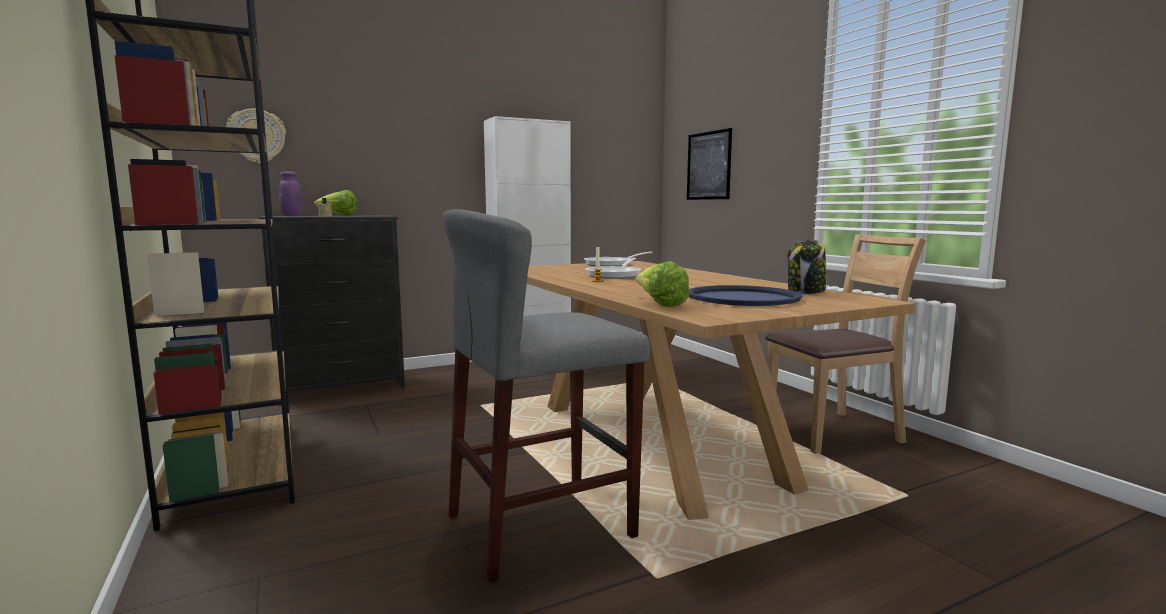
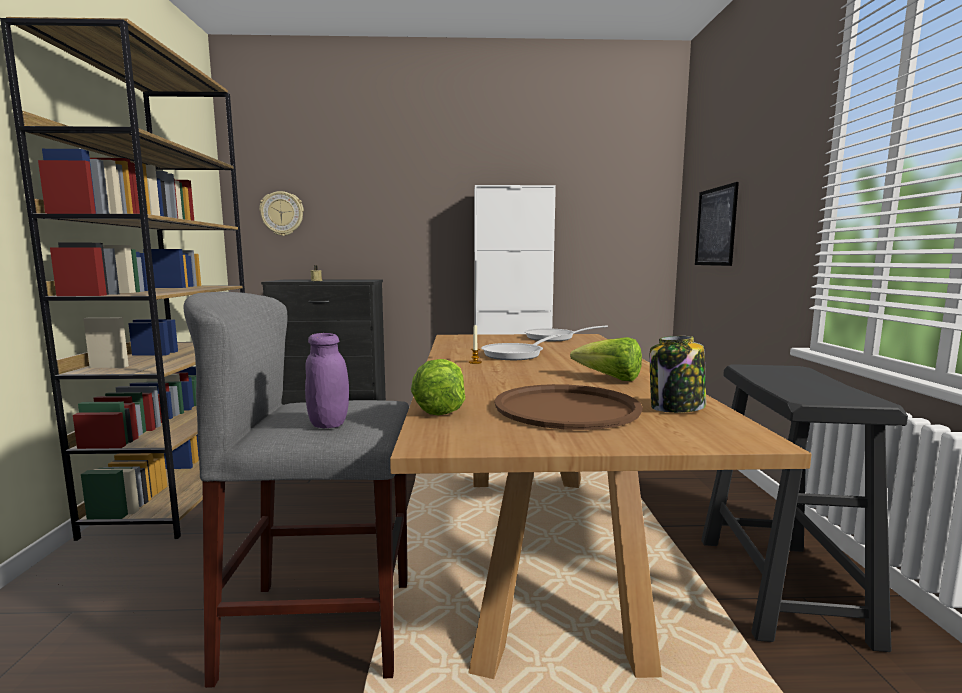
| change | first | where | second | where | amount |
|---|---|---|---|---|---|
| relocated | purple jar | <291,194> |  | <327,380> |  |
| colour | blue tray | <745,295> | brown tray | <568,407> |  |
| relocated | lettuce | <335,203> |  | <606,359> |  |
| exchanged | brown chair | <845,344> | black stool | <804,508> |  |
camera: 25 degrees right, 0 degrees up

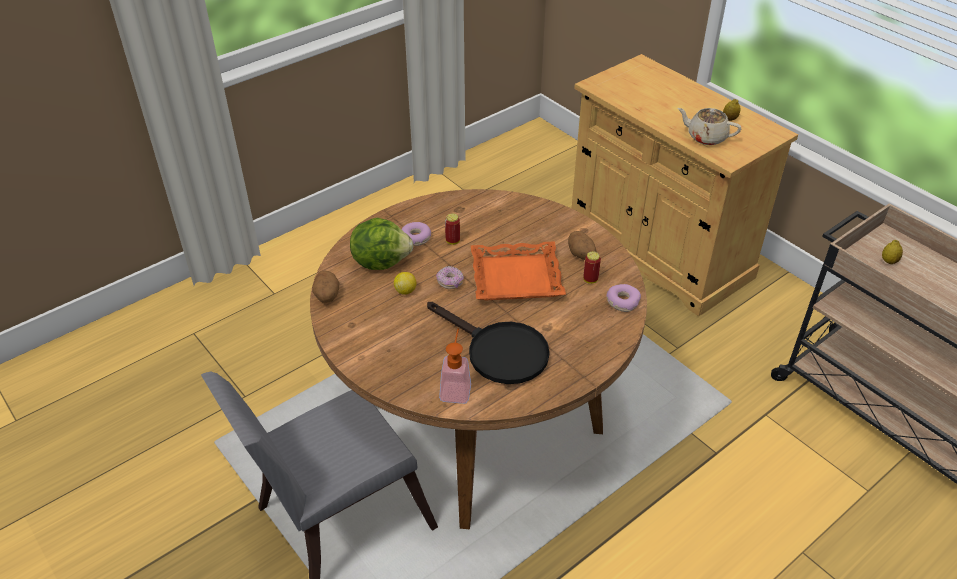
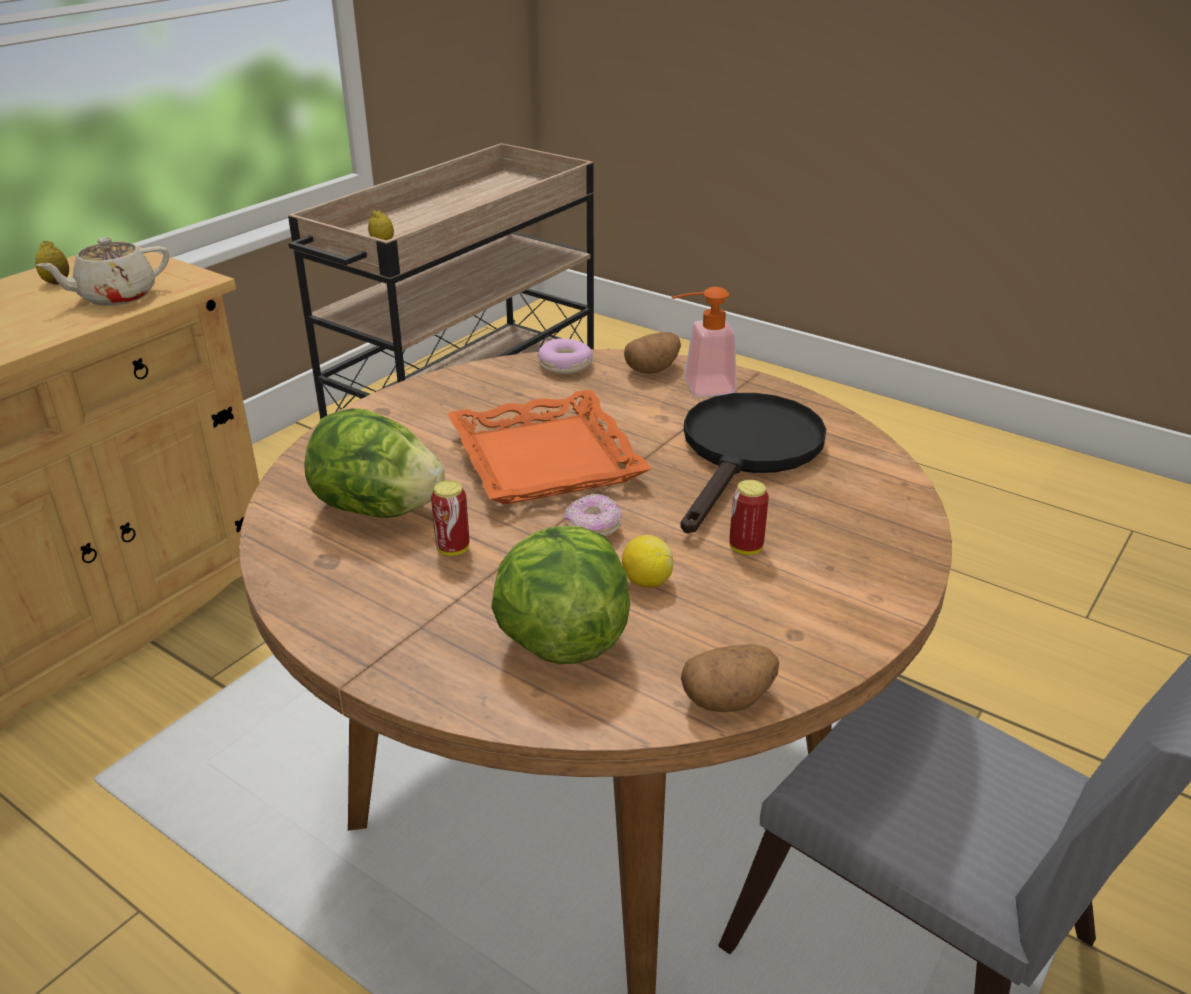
| change | first | where | second | where | amount |
|---|---|---|---|---|---|
| spun | beige teapot | <709,126> |  | <102,271> | 45 degrees clockwise |
| appeared |  |  | lettuce | <374,463> |  |
| relocated | potato | <582,245> |  | <652,353> |  |
| relocated | soap dispenser | <455,366> |  | <704,342> |  |
| relocated | can | <592,267> |  | <749,517> |  |
| missing | donut | <416,234> |  |  |  |
camera: 105 degrees left, 10 degrees down

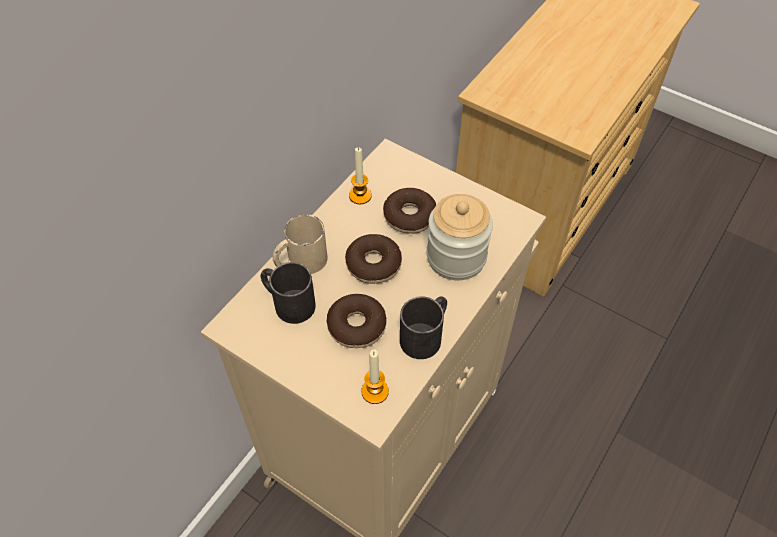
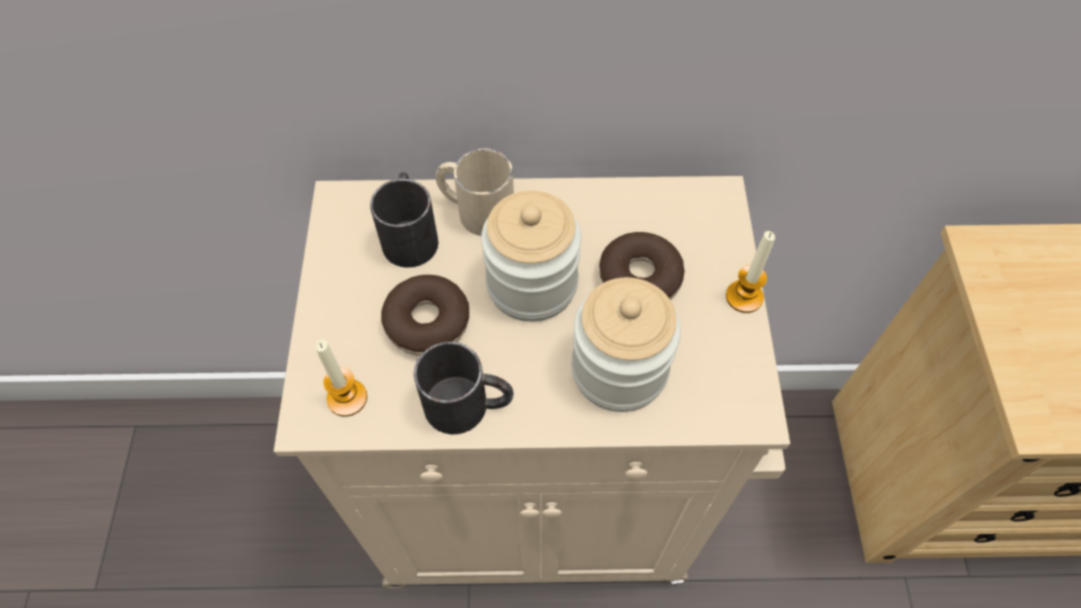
| change | first | where | second | where | amount |
|---|---|---|---|---|---|
| exchanged | donut | <373,259> | jar | <531,256> |  |
| relocated | candle | <360,175> |  | <750,272> |  |
camera: 55 degrees right, 5 degrees up

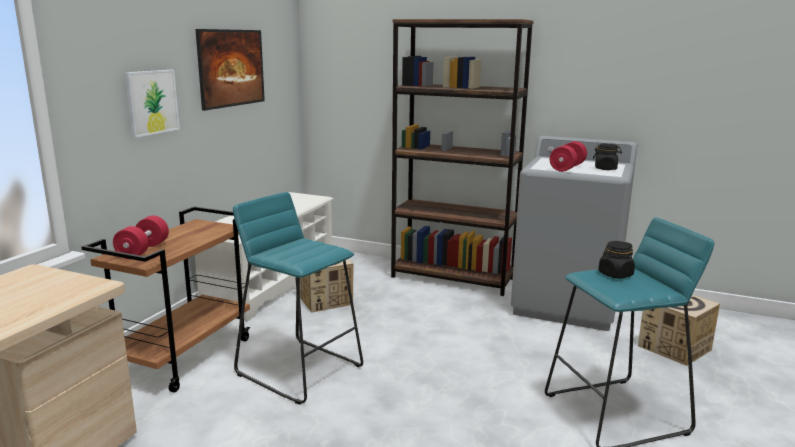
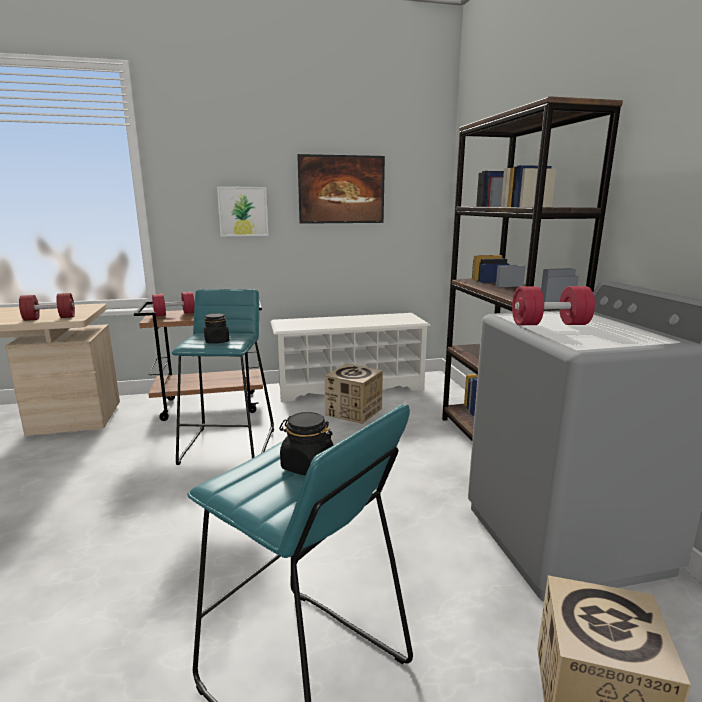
| change | first | where | second | where | amount |
|---|---|---|---|---|---|
| appeared |  |  | red dumbbell | <47,307> |  |
| relocated | black jar | <607,157> |  | <216,328> |  |
camera: 55 degrees right, 0 degrees up

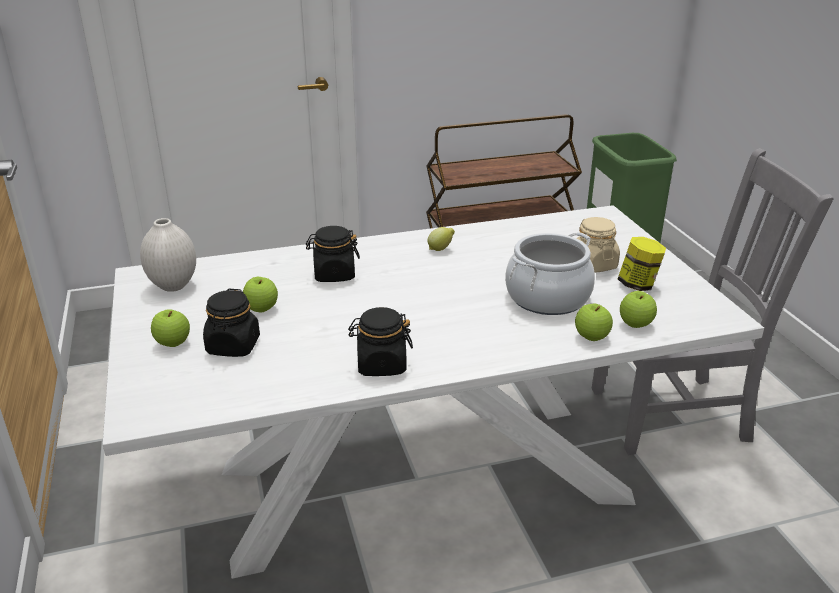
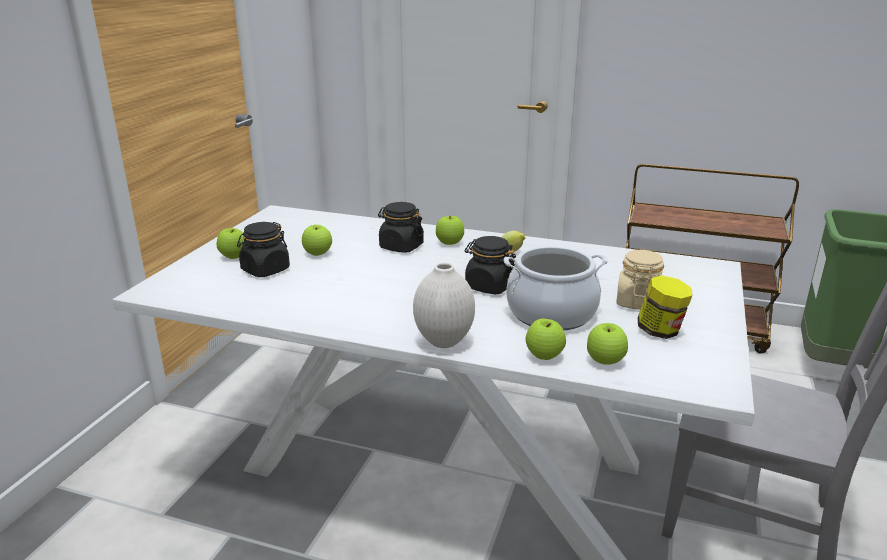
| change | first | where | second | where | amount |
|---|---|---|---|---|---|
| relocated | white vase | <168,255> |  | <444,305> |  |
| appeared |  |  | apple | <450,230> |  |
| relocated | black jar | <380,341> |  | <490,265> |  |
camera: 35 degrees right, 5 degrees down

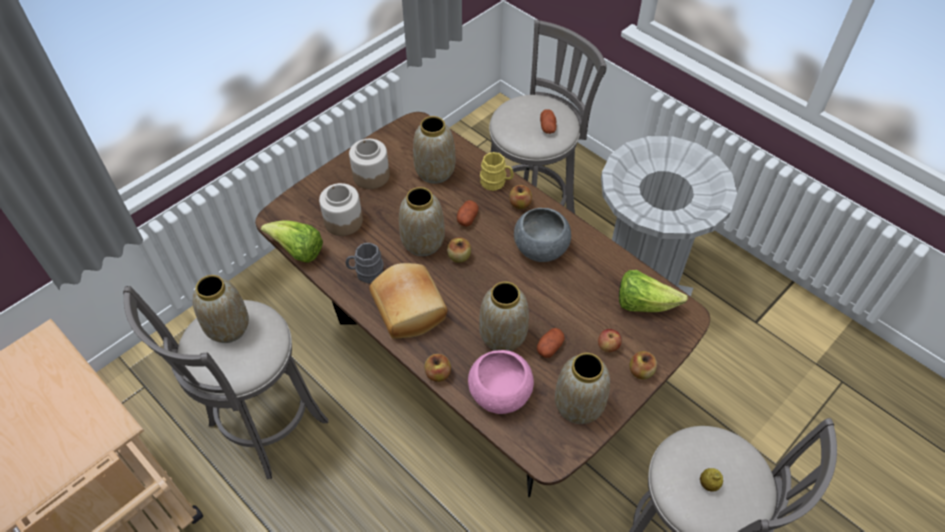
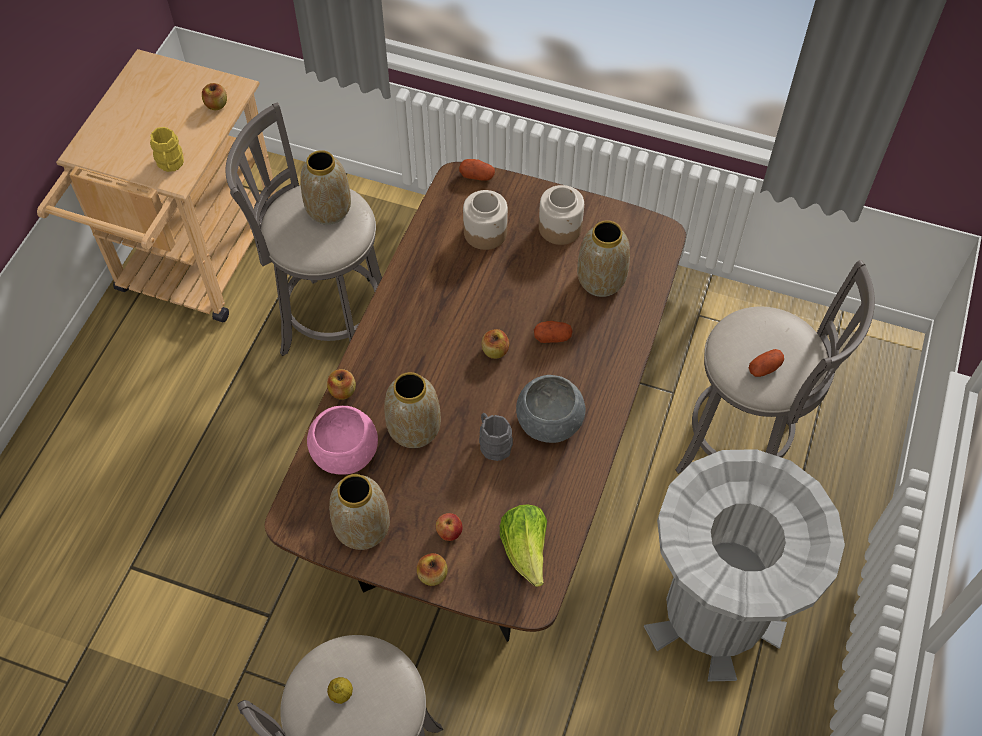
| change | first | where | second | where | amount |
|---|---|---|---|---|---|
| relocated | yellow mug | <497,171> |  | <167,149> |  |
| relocated | apple | <520,197> |  | <214,96> |  |
| relocated | potato | <551,343> |  | <477,170> |  |
| relocated | grey mug | <365,263> |  | <496,437> |  |
| missing | lettuce | <292,241> |  |  |  |
| missing | bread | <408,301> |  |  |  |
| missing | vase | <422,221> |  |  |  |
camera: 65 degrees right, 5 degrees up

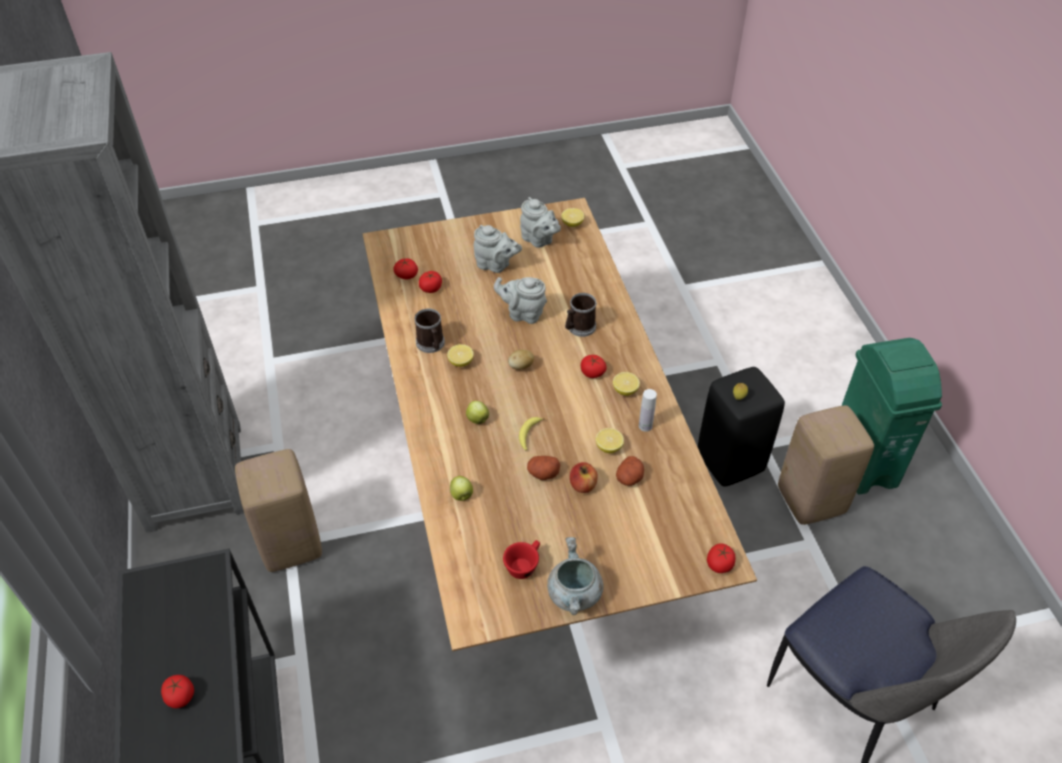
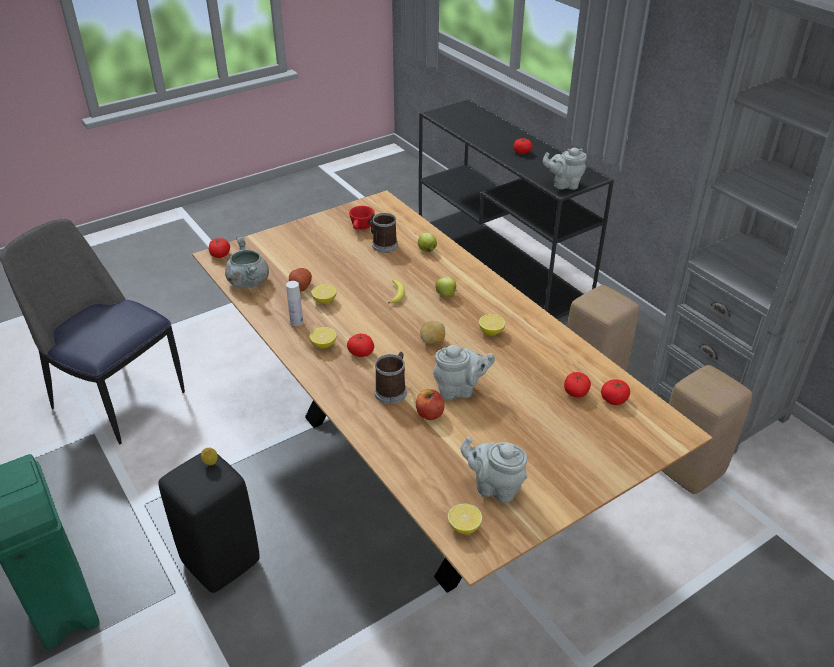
| change | first | where | second | where | amount |
|---|---|---|---|---|---|
| relocated | grey cooking pot | <575,576> |  | <247,262> |  |
| relocated | mug | <430,330> |  | <384,233> |  |
| relocated | apple | <584,477> |  | <430,404> |  |
| relocated | grey teapot | <498,249> |  | <565,169> |  |
| relocated | beige stool | <826,465> |  | <707,429> |  |
| missing | potato | <544,468> |  |  |  |
camera: 160 degrees right, 10 degrees down

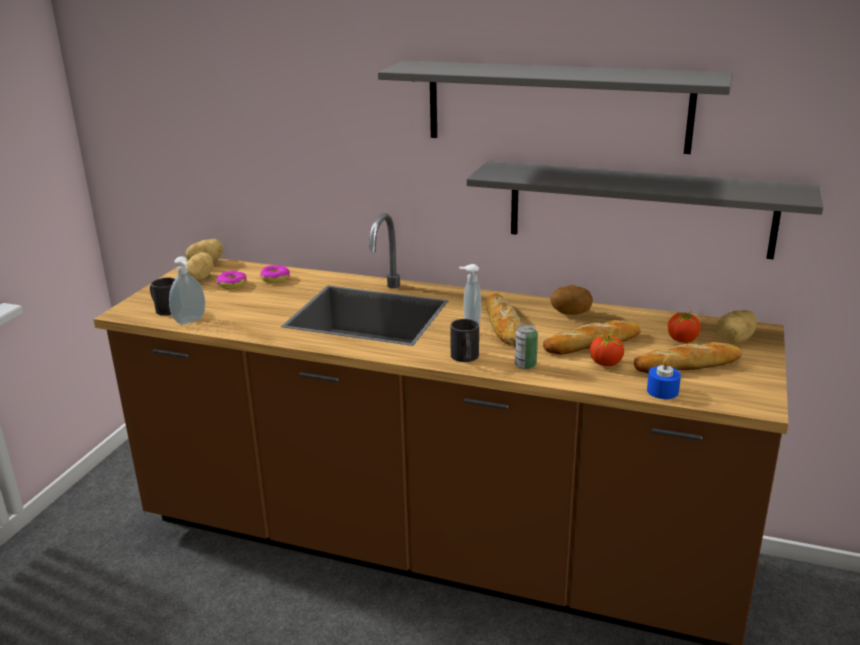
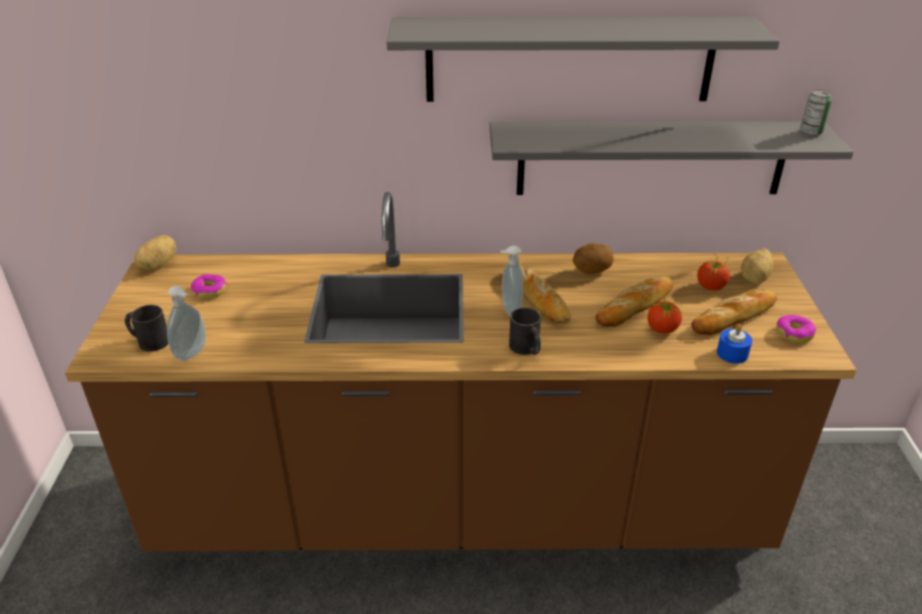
| change | first | where | second | where | amount |
|---|---|---|---|---|---|
| relocated | donut | <275,274> |  | <796,329> |  |
| relocated | can | <526,346> |  | <816,113> |  |
| missing | potato | <199,267> |  |  |  |
camera: 20 degrees left, 10 degrees up

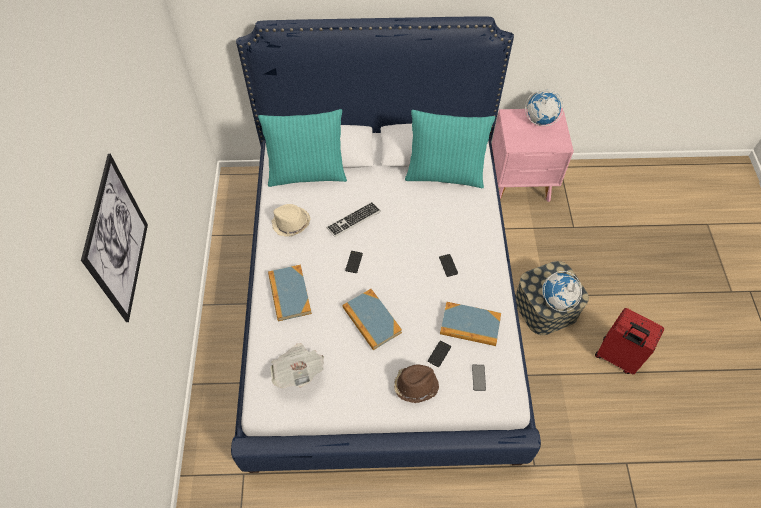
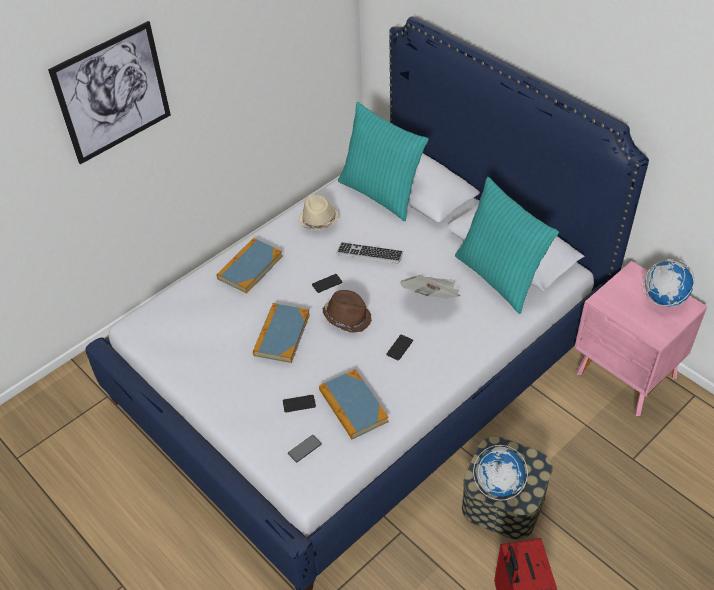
| change | first | where | second | where | amount |
|---|---|---|---|---|---|
| relocated | brown hat | <416,384> |  | <347,311> |  |
| relocated | newspaper | <297,365> |  | <430,287> |  |
camera: 50 degrees right, 10 degrees down

